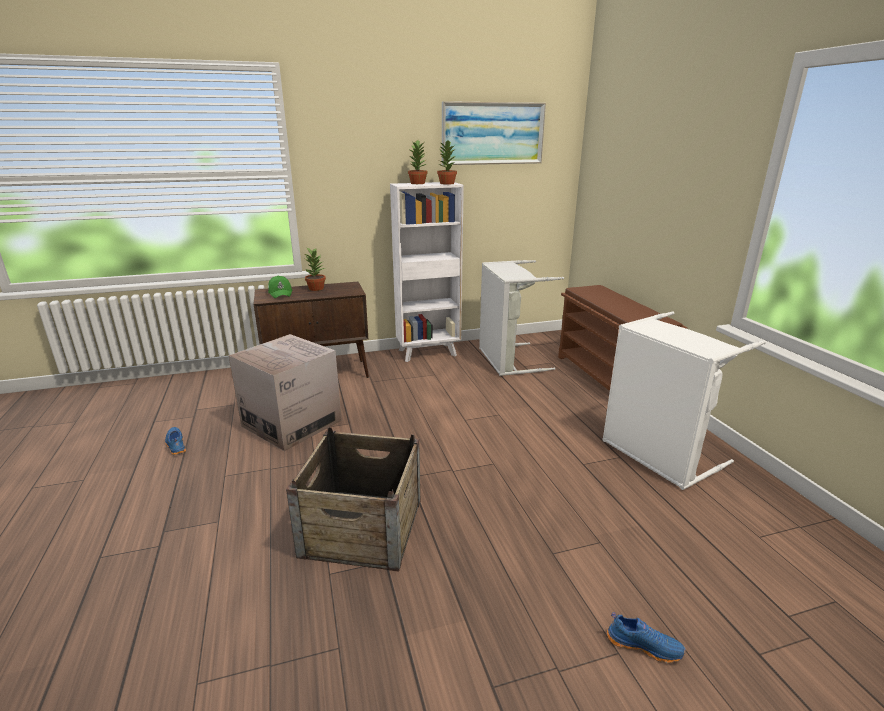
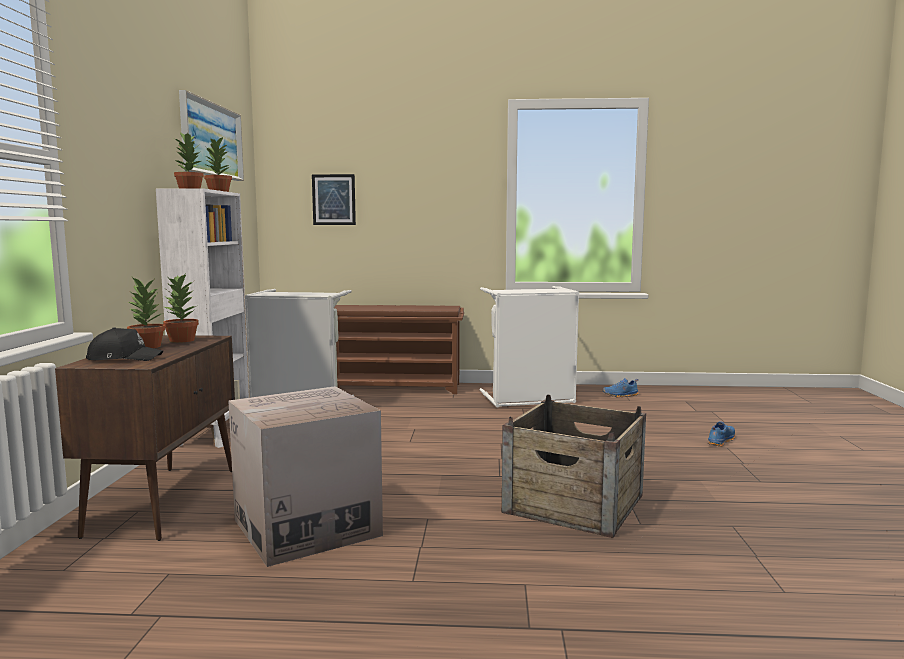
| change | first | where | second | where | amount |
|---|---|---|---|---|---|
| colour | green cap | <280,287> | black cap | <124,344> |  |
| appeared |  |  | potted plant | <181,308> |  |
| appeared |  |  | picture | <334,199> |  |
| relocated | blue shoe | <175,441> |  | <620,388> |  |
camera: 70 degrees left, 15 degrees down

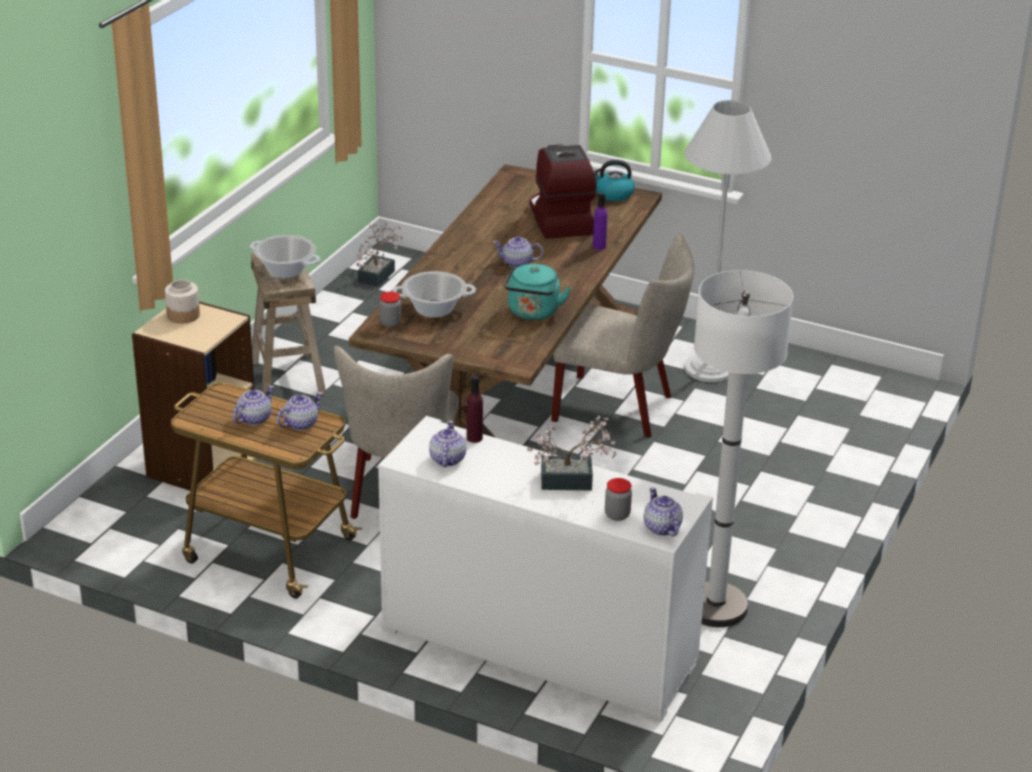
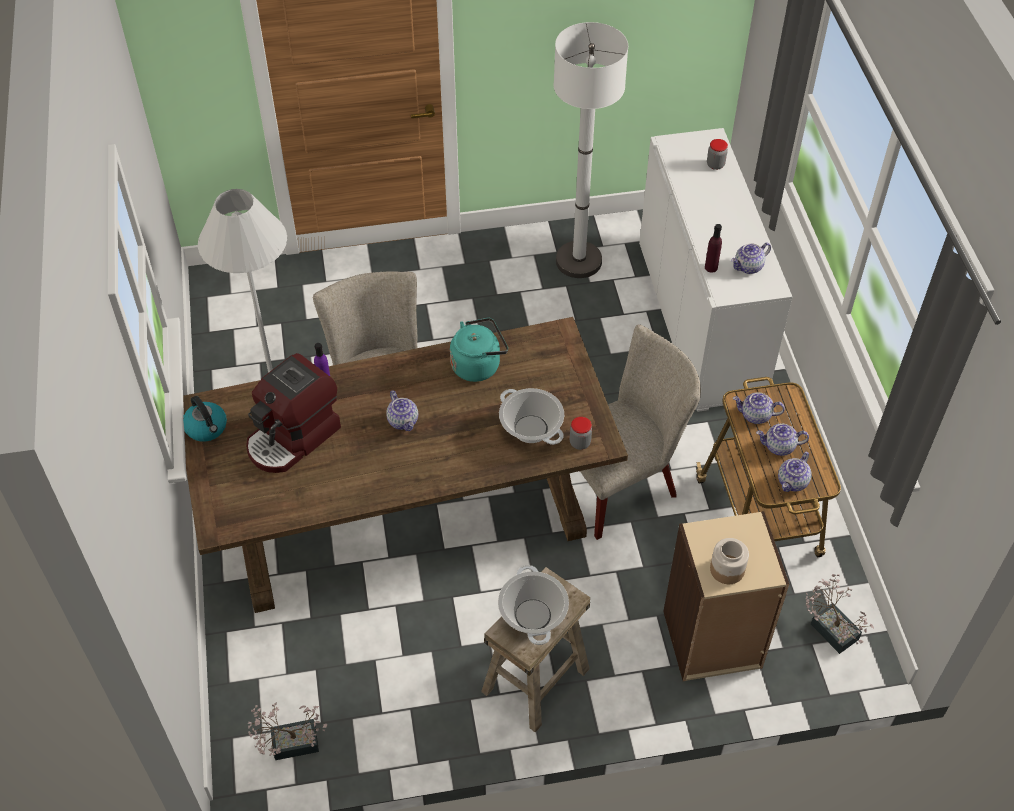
| change | first | where | second | where | amount |
|---|---|---|---|---|---|
| relocated | teapot | <663,511> |  | <795,472> |  |
| relocated | potted plant | <571,453> |  | <839,614> |  |
camera: 125 degrees left, 20 degrees up

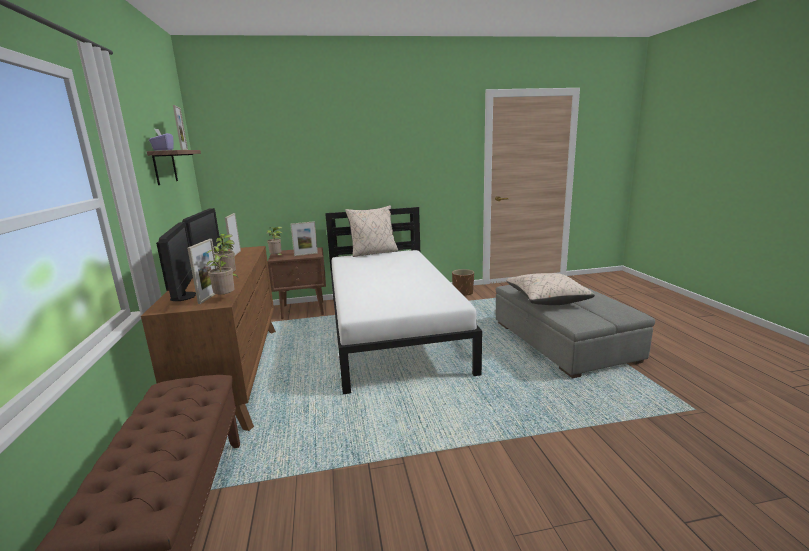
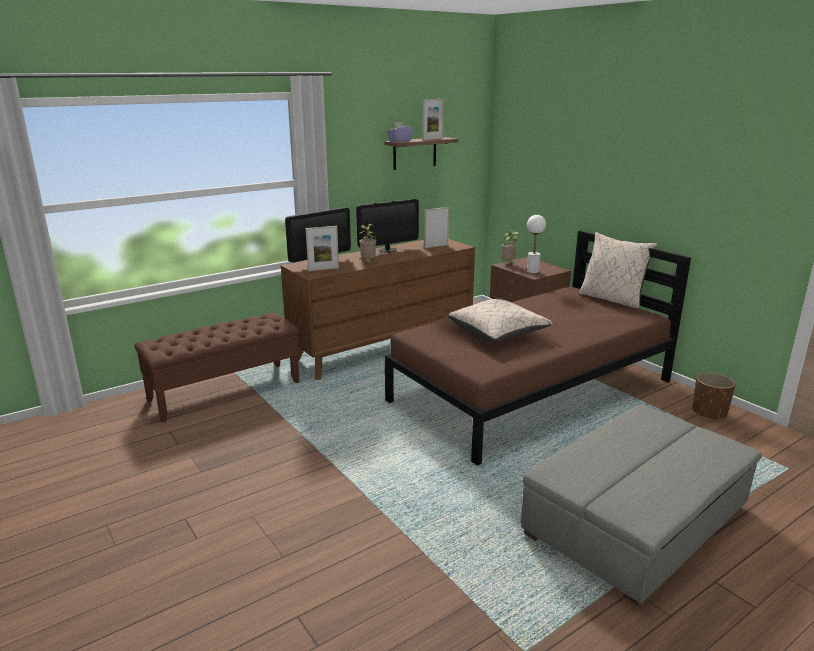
| change | first | where | second | where | amount |
|---|---|---|---|---|---|
| colour | white bed | <403,300> | brown bed | <538,348> |  |
| relocated | beige pillow | <550,289> |  | <500,321> |  |
| exchanged | picture frame | <304,238> | white table lamp | <536,244> |  |
| missing | potted plant | <221,270> |  |  |  |
camera: 65 degrees right, 5 degrees up

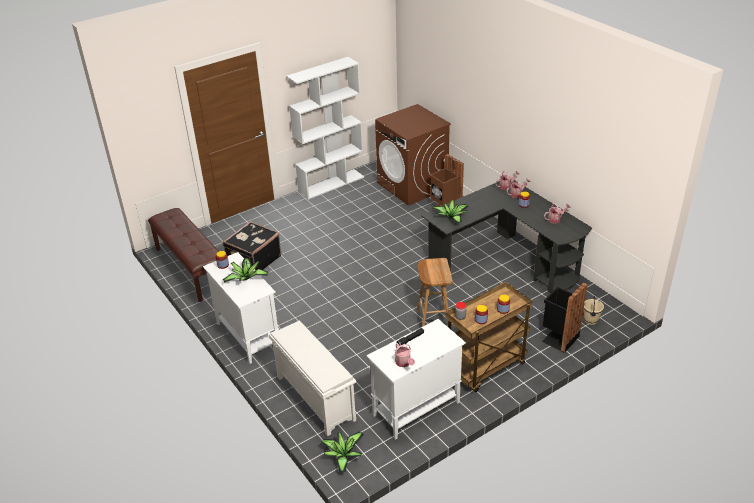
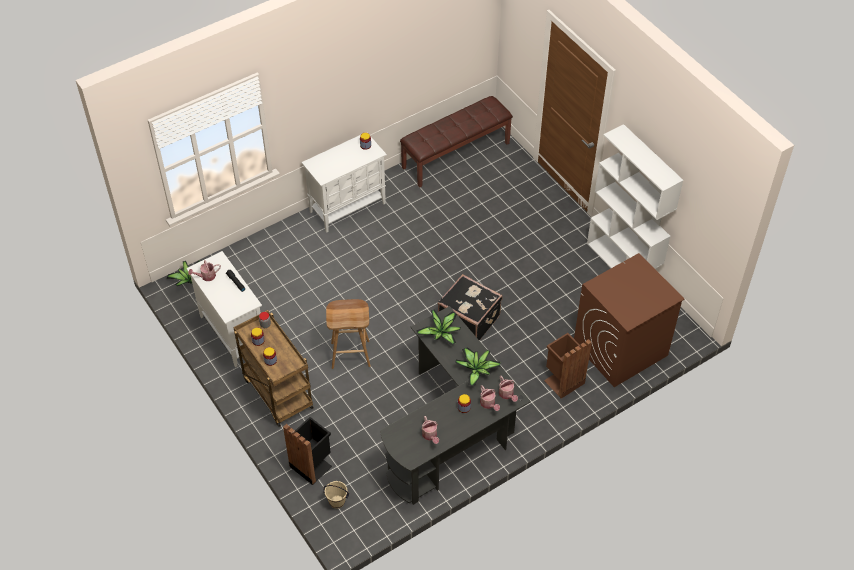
| change | first | where | second | where | amount |
|---|---|---|---|---|---|
| relocated | black suitcase | <252,245> |  | <470,307> |  |
| relocated | potted plant | <245,270> |  | <478,366> |  |
| missing | white shoe rack | <312,378> |  |  |  |
camera: 90 degrees right, 15 degrees up

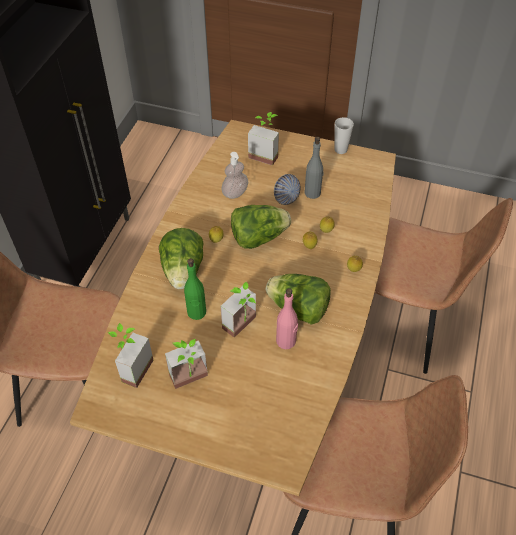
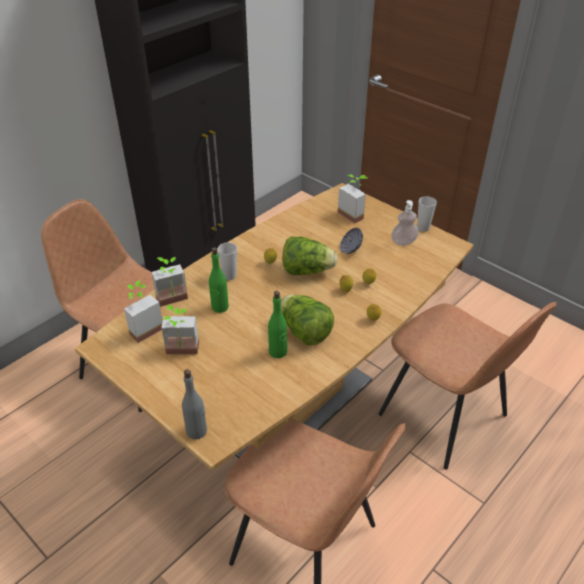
| change | first | where | second | where | amount |
|---|---|---|---|---|---|
| relocated | potted plant | <238,310> |  | <170,282> |  |
| relocated | grey bottle | <313,168> |  | <194,404> |  |
| exchanged | lettuce | <181,258> | cup | <227,261> |  |
| colour | pink bottle | <287,318> | green bottle | <277,324> |  |
| relocated | soap dispenser | <234,175> |  | <405,223> |  |
camera: 25 degrees right, 10 degrees down

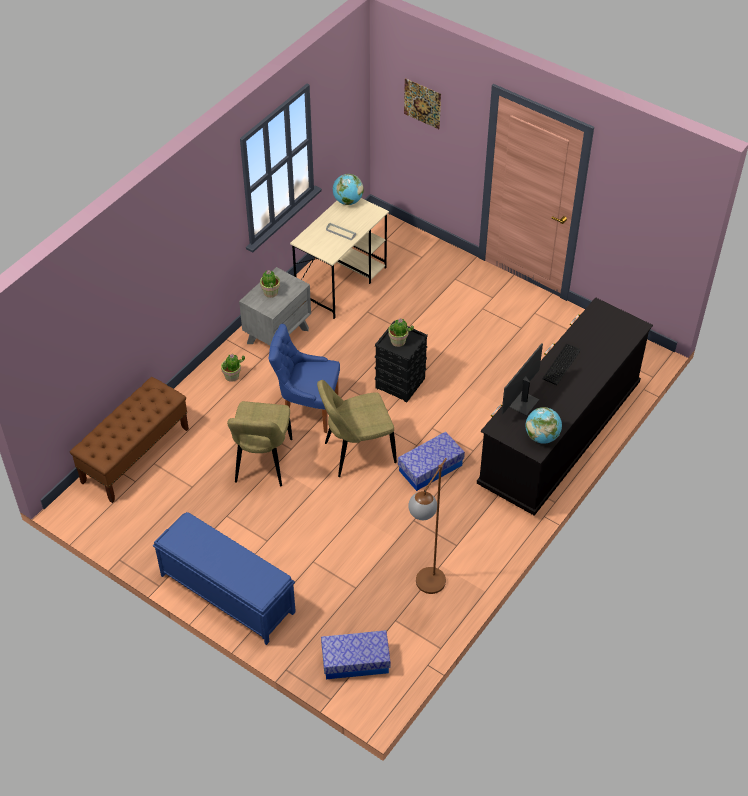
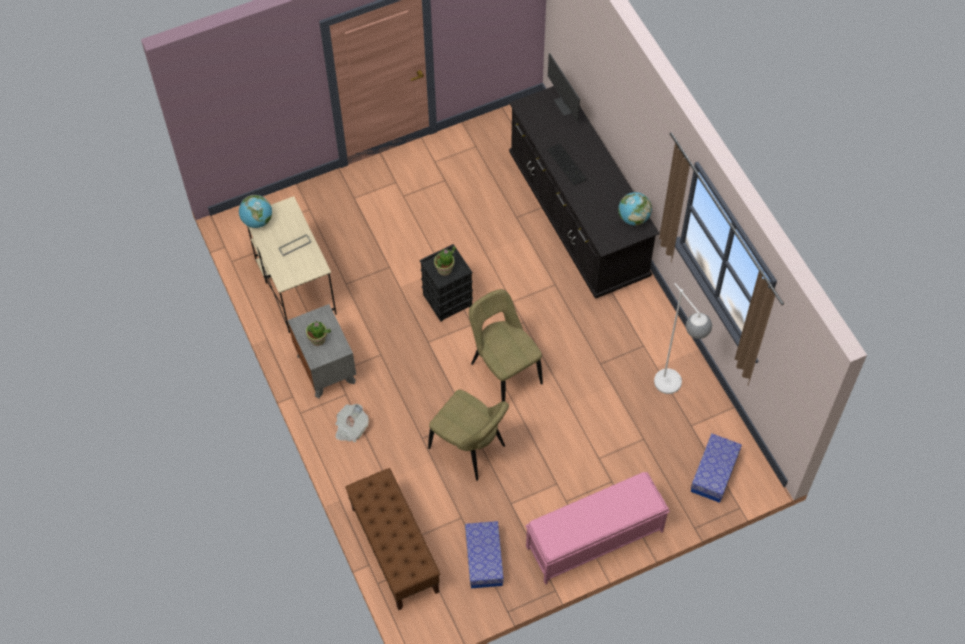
| change | first | where | second | where | amount |
|---|---|---|---|---|---|
| exchanged | potted plant | <233,368> | newspaper | <352,423> |  |
| relocated | storage box | <431,461> |  | <484,554> |  |
| spun | beige chair | <357,428> |  | <506,345> | 135 degrees clockwise |
| colour | blue bench | <224,578> | pink bench | <597,528> |  |
| relocated | monitor | <522,379> |  | <564,87> |  |
| colour | brown floor lamp | <427,526> | white floor lamp | <683,338> |  |
| missing | blue chair | <304,378> |  |  |  |
| missing | picture | <422,103> |  |  |  |
camera: 60 degrees left, 10 degrees up

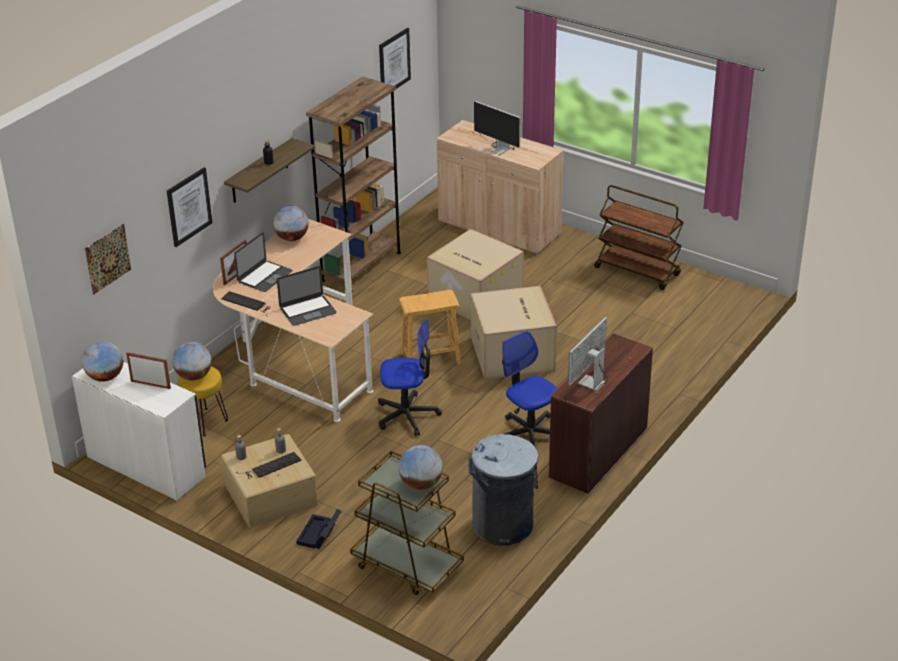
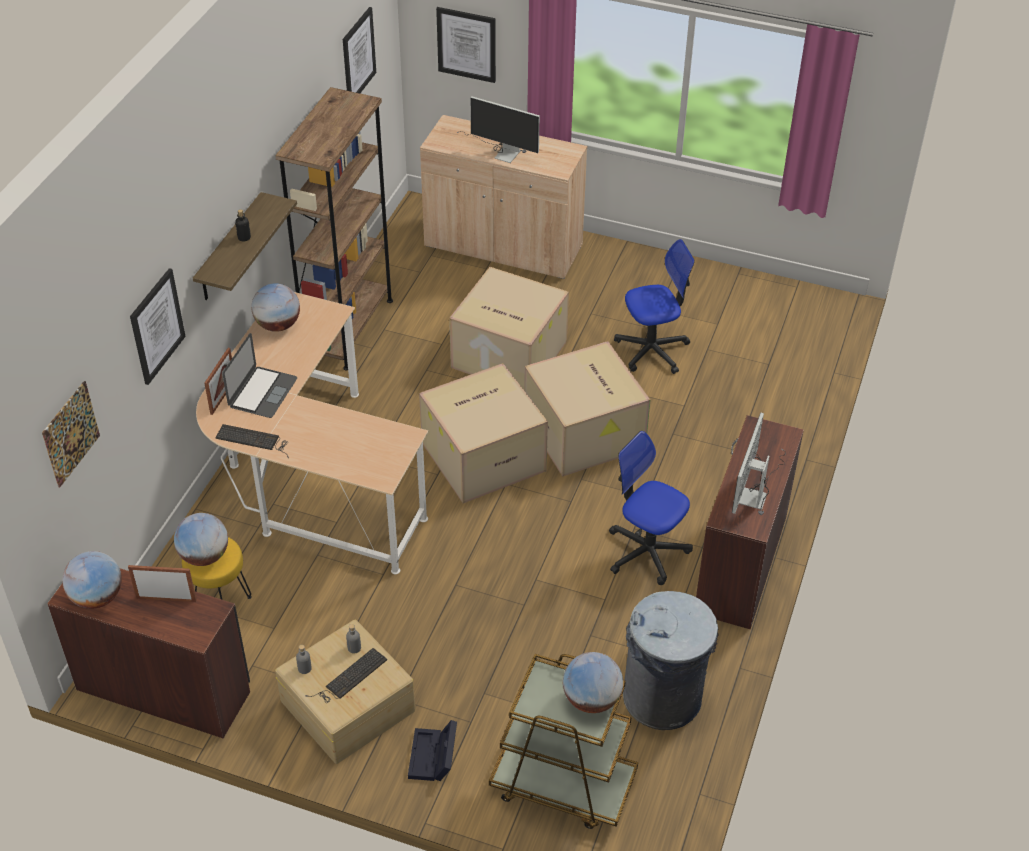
| change | first | where | second | where | amount |
|---|---|---|---|---|---|
| colour | white desk | <139,431> | brown desk | <148,653> |  |
| exchanged | brown stool | <430,327> | cardboard box | <483,433> |  |
| appeared |  |  | picture | <466,45> |  |
| relocated | office chair | <410,377> |  | <654,306> |  |
| missing | laptop | <307,296> |  |  |  |
| missing | brown cart | <639,237> |  |  |  |
camera: 15 degrees left, 10 degrees up

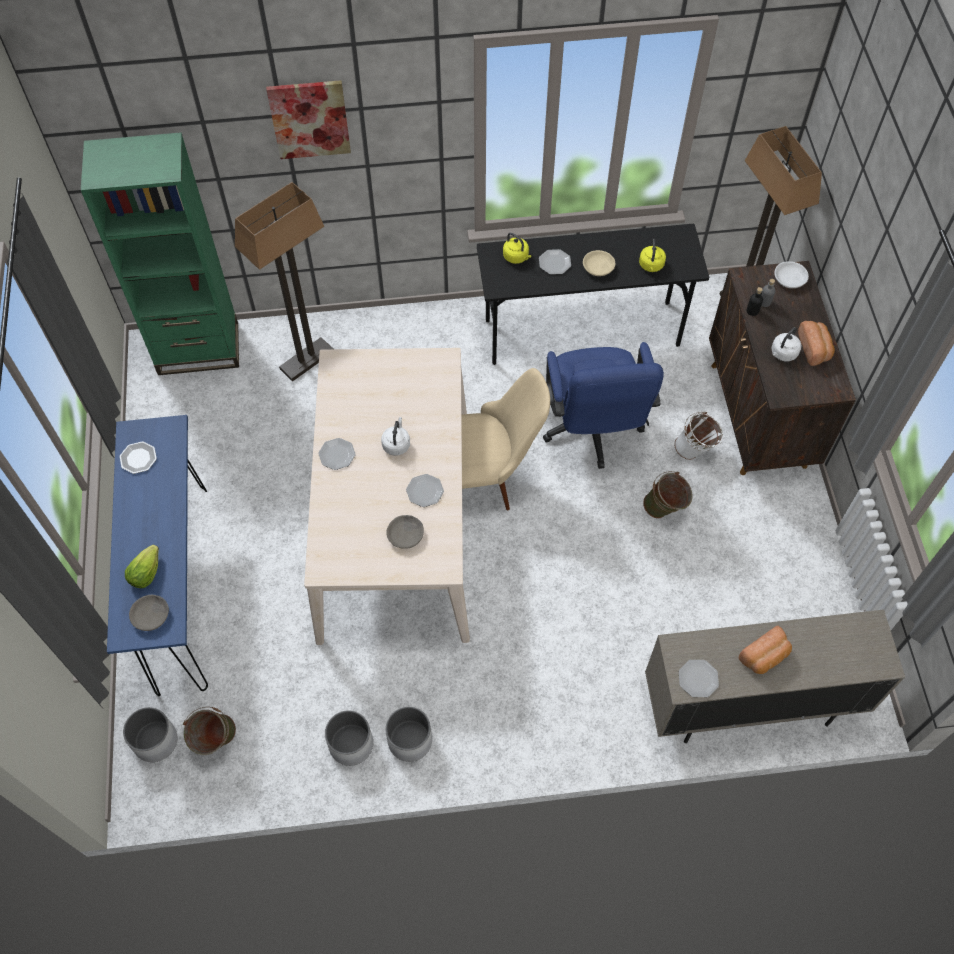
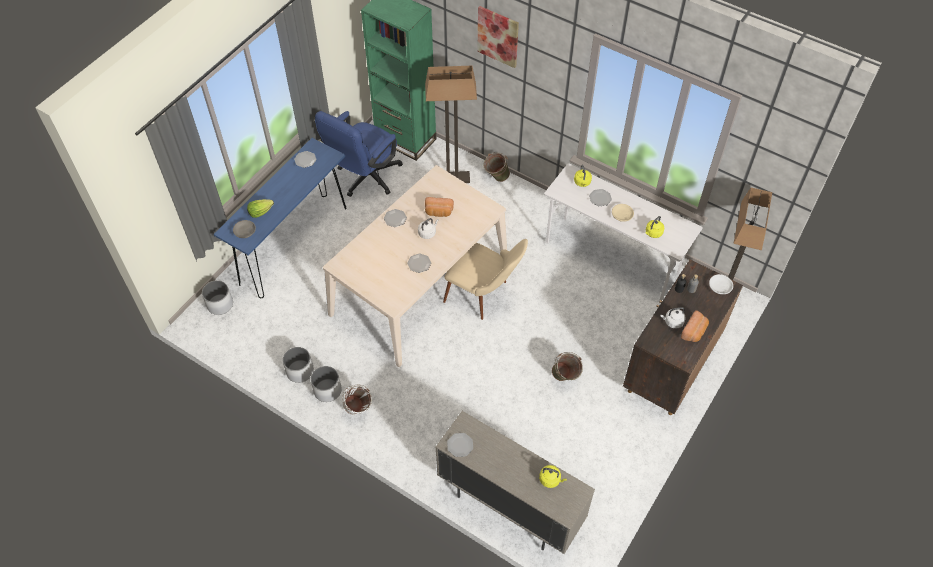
| change | first | where | second | where | amount |
|---|---|---|---|---|---|
| relocated | blue office chair | <603,405> |  | <359,154> |  |
| relocated | white bucket | <698,435> |  | <357,399> |  |
| relocated | bread | <765,650> |  | <439,207> |  |
| relocated | green bucket | <209,731> |  | <496,167> |  |
| appeared |  |  | yellow kettle | <553,476> |  |
| colour | black desk | <593,294> | white desk | <623,232> |  |
| missing | grey bowl | <405,532> |  |  |  |
camera: 40 degrees right, 5 degrees down

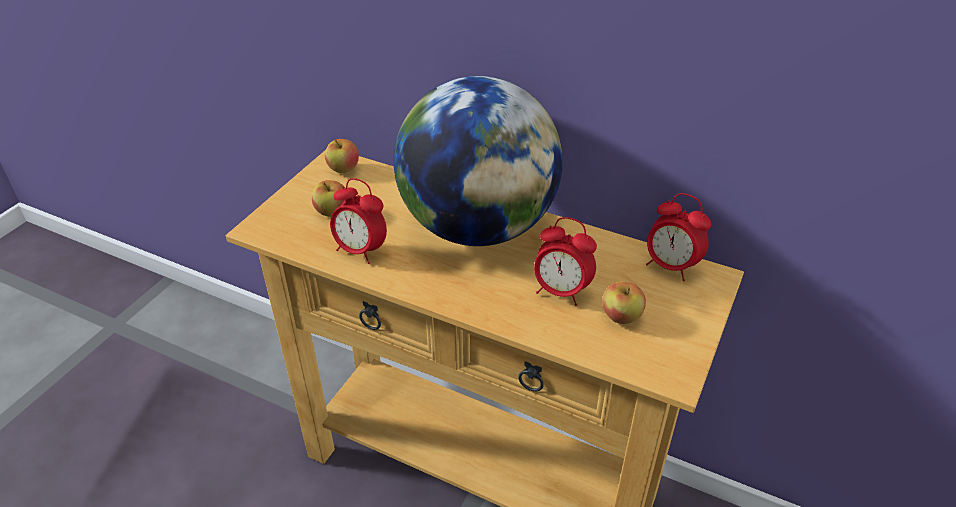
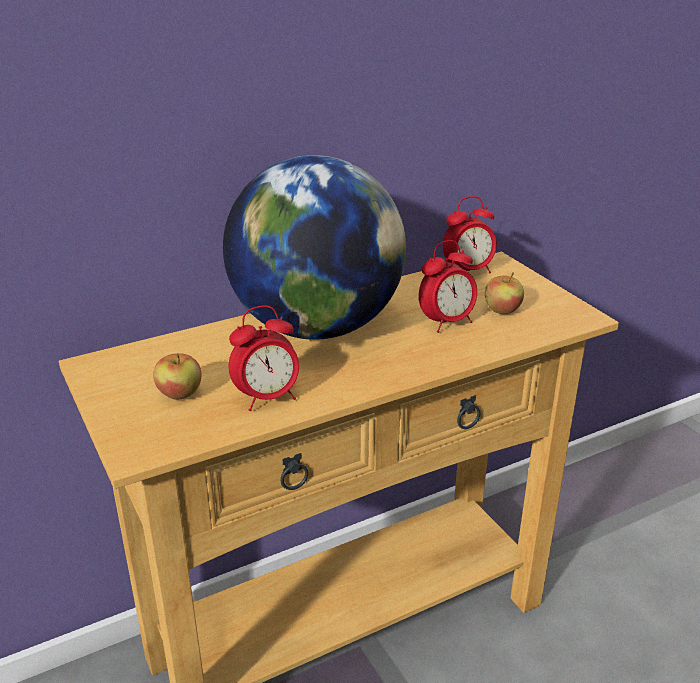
| change | first | where | second | where | amount |
|---|---|---|---|---|---|
| missing | apple | <342,156> |  |  |  |
camera: 55 degrees left, 10 degrees down

